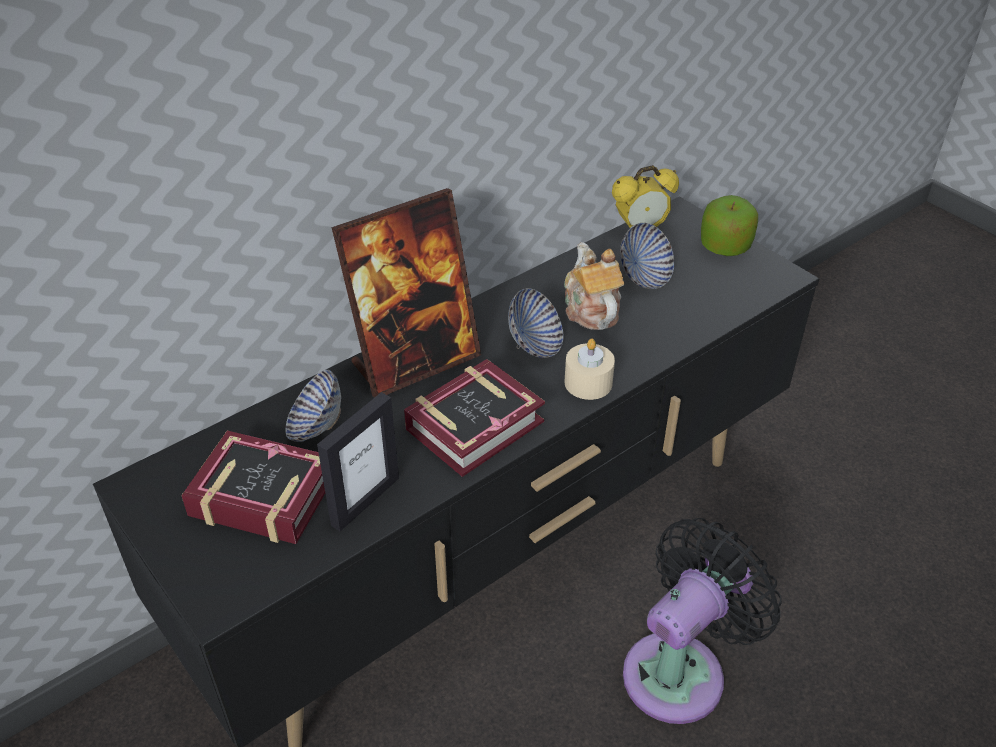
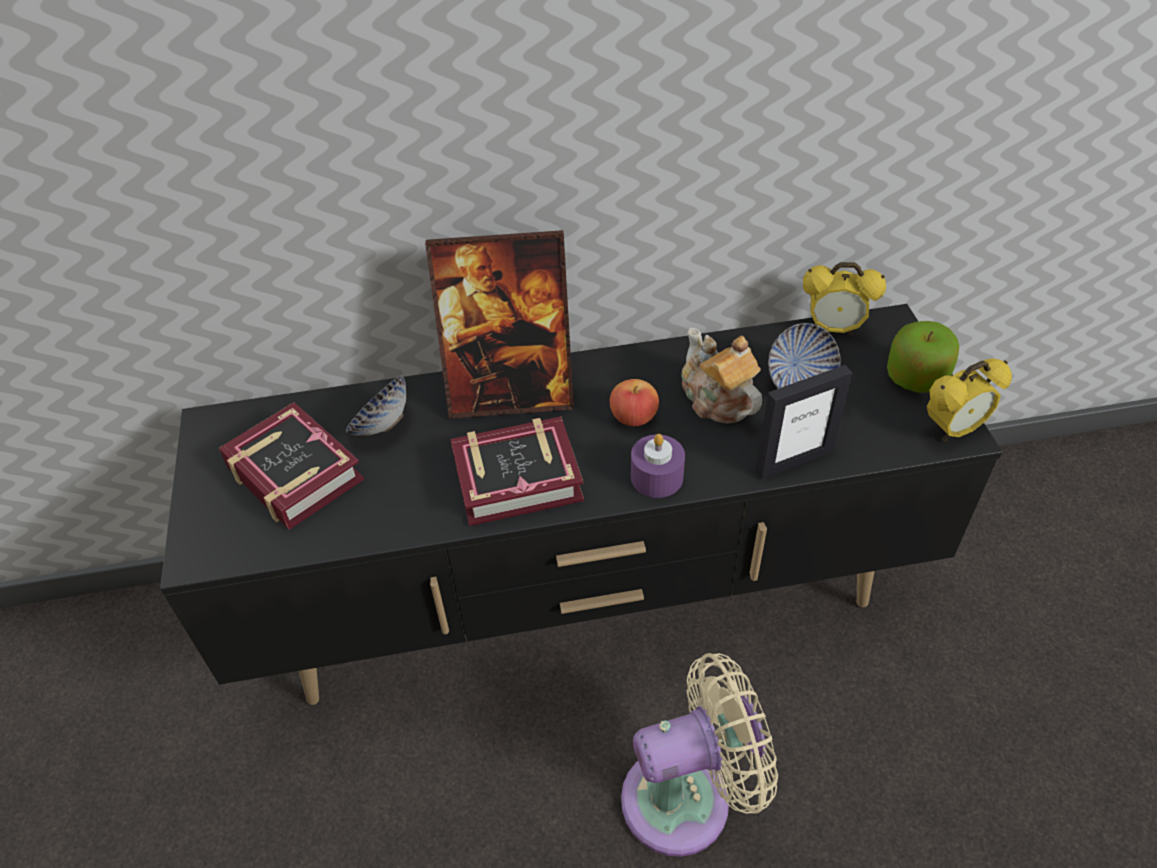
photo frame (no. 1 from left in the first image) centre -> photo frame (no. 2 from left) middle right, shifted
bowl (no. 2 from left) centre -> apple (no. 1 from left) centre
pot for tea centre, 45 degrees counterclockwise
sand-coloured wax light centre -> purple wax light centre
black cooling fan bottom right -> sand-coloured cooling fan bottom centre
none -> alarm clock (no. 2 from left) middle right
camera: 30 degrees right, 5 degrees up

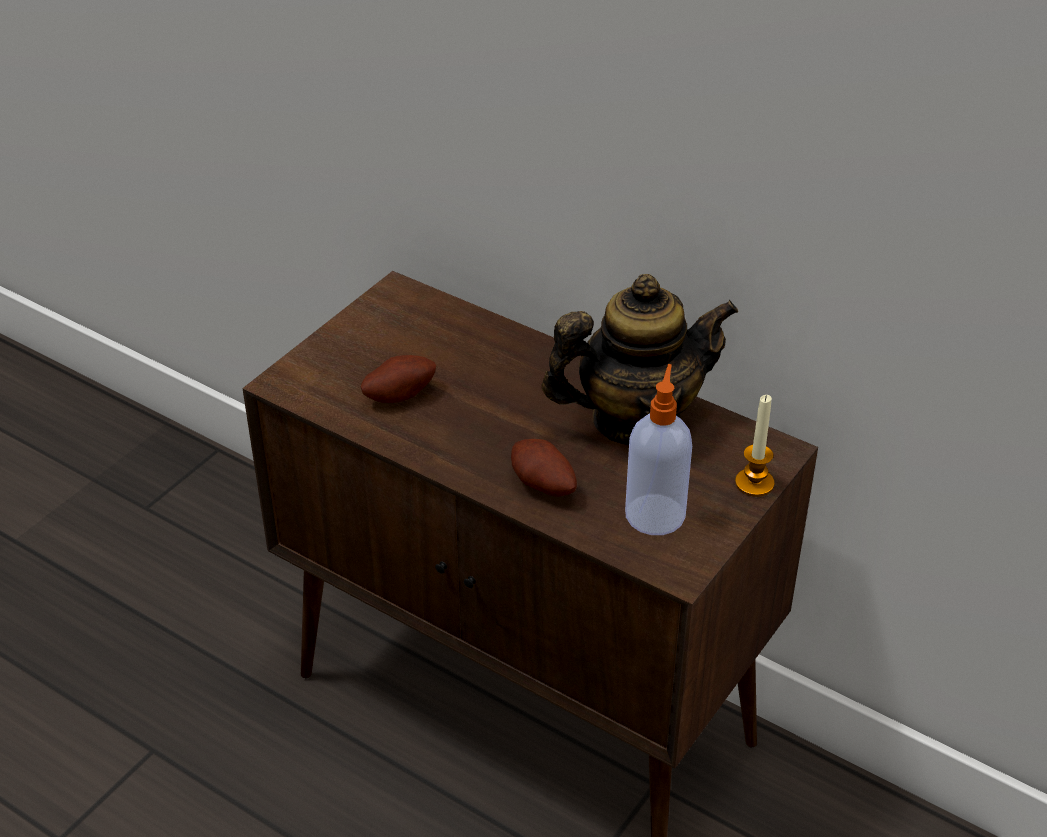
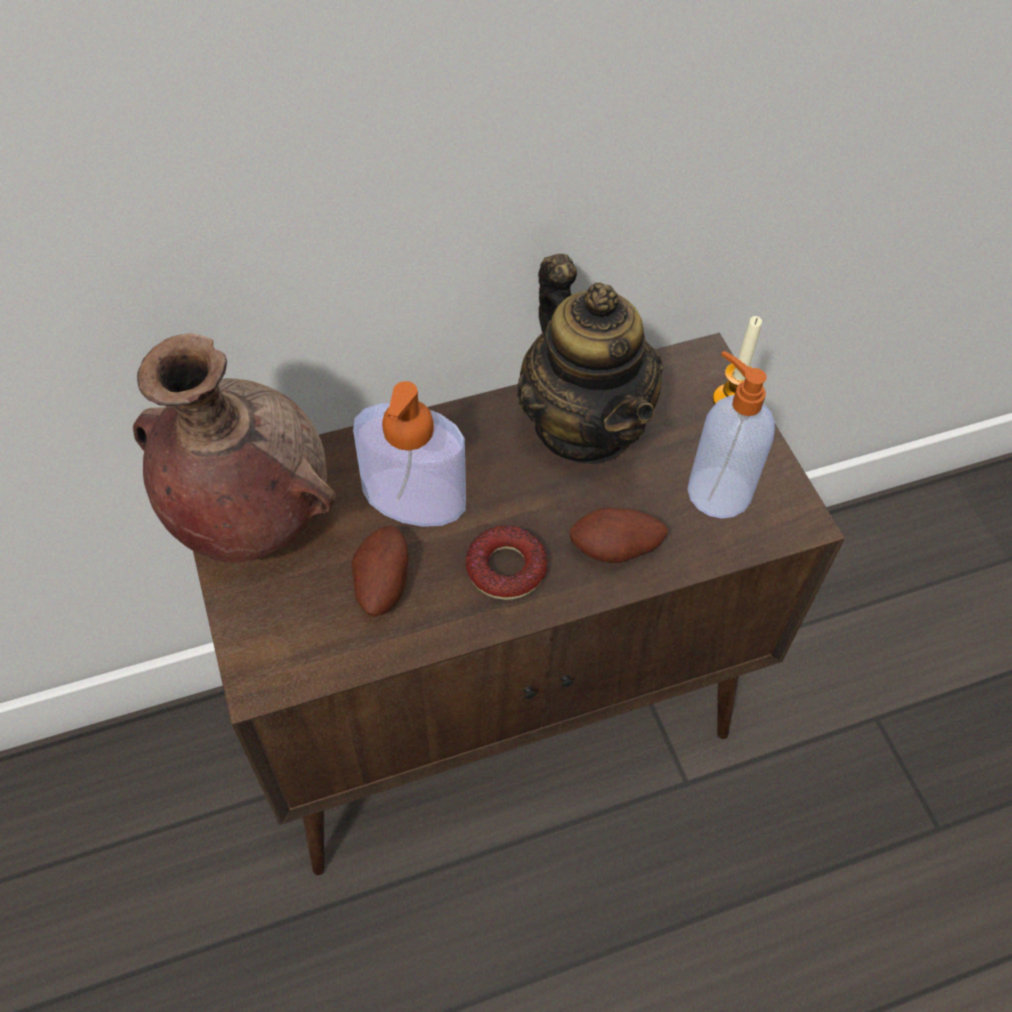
pot for tea centre, 135 degrees clockwise
none -> brown-coloured decorative vase middle left
none -> liquid soap bottle (no. 1 from left) centre
none -> ring doughnut centre
camera: 55 degrees left, 15 degrees up

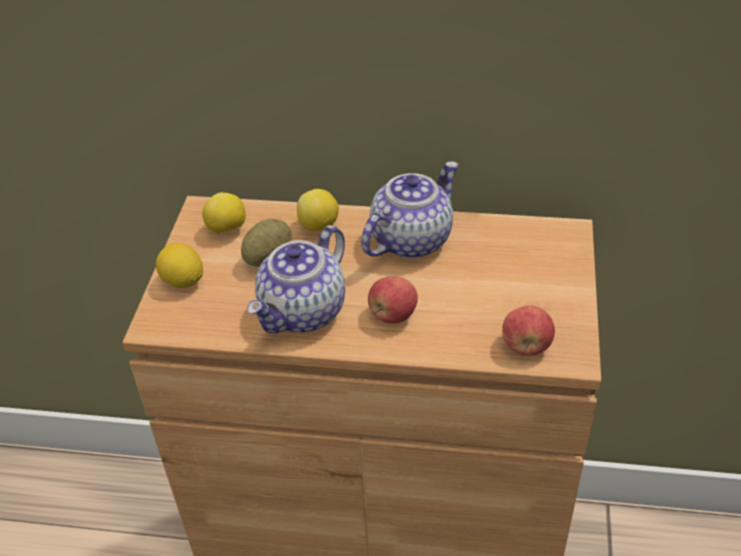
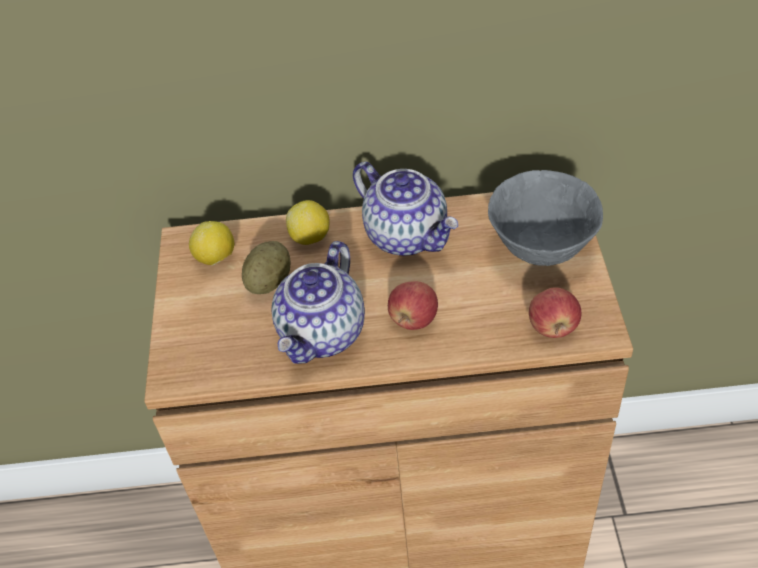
lemon (no. 1 from left) middle left -> none
pot for tea (no. 2 from left) centre, 105 degrees clockwise
none -> grey bowl middle right
camera: 10 degrees left, 5 degrees up

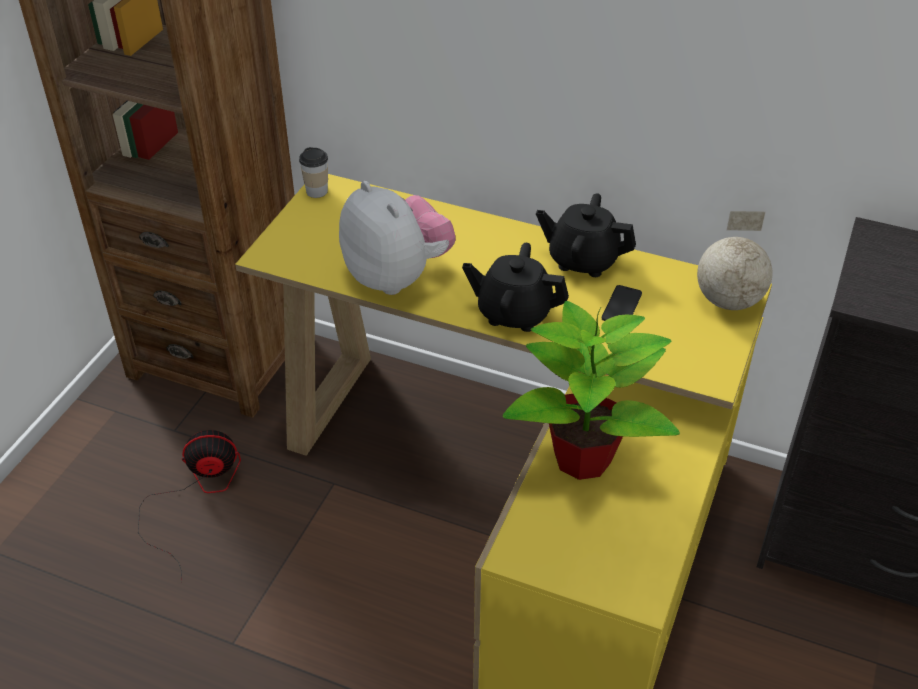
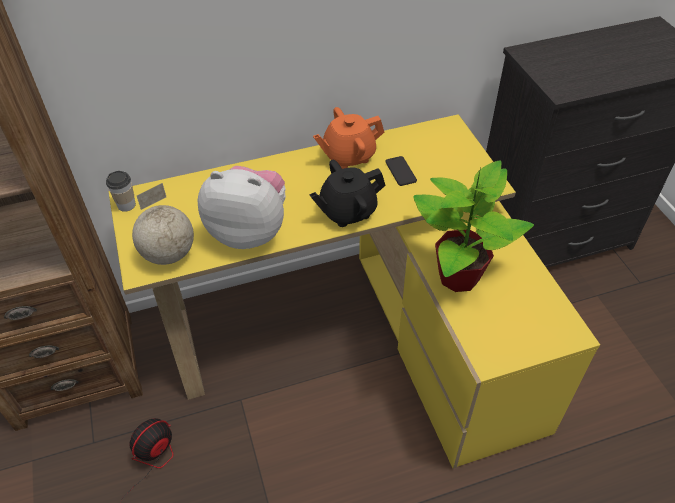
black pot for tea (no. 2 from left) centre -> orange-coloured pot for tea top centre
globe middle right -> globe middle left, shifted
camera: 40 degrees left, 5 degrees up

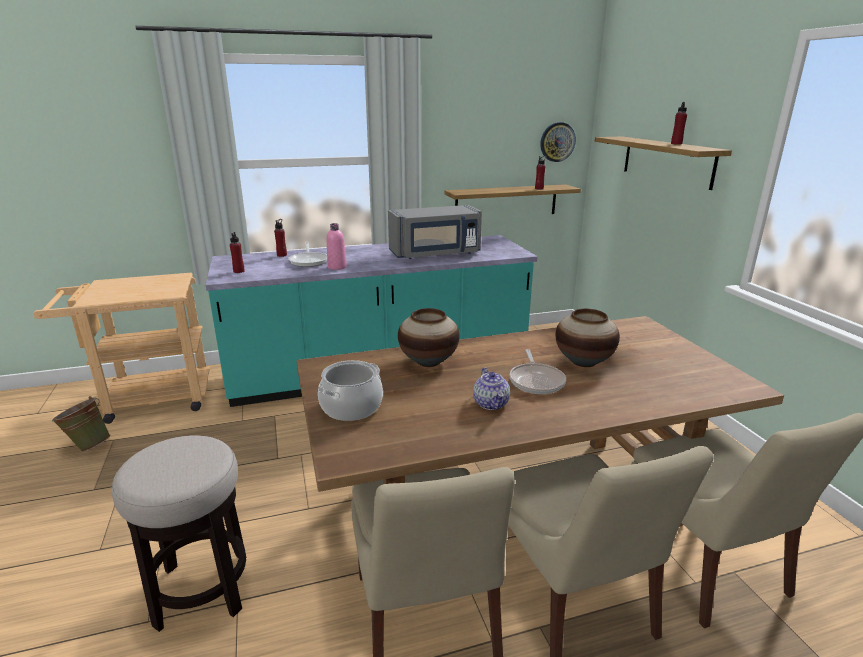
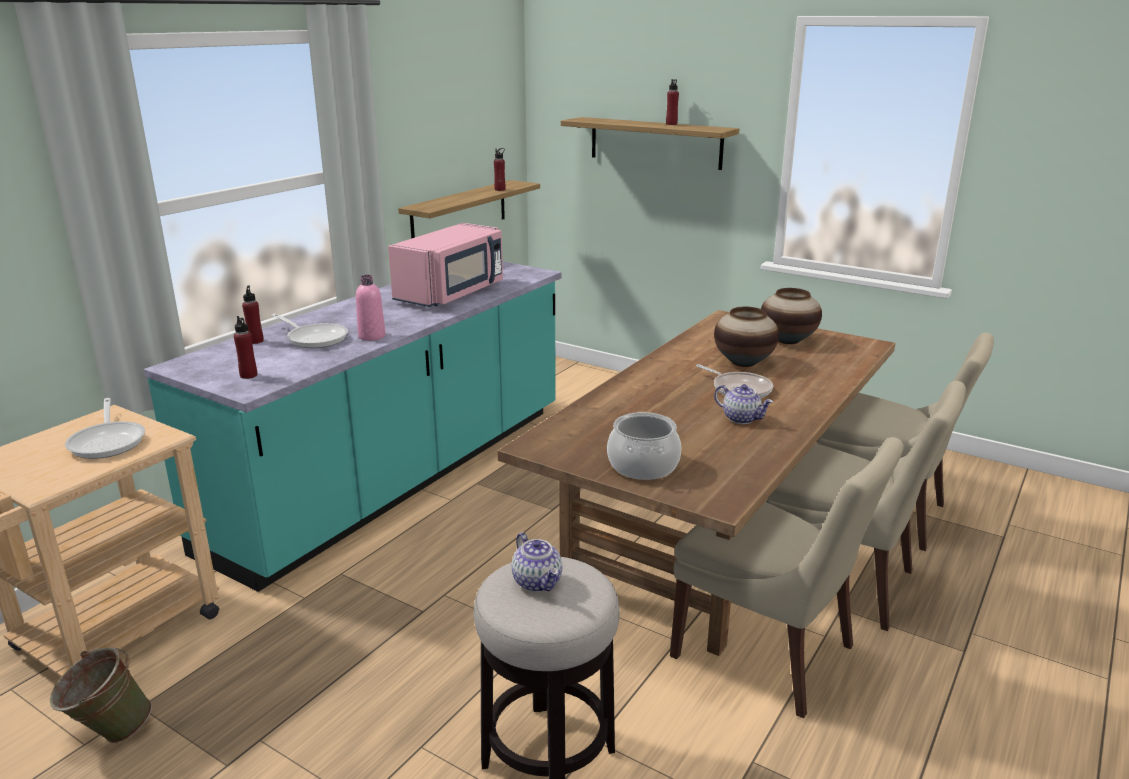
grey kitchen microwave centre -> pink-coloured kitchen microwave centre
decorative vase (no. 1 from left in the first image) centre -> decorative vase (no. 2 from left) middle right, shifted
hanging clock top centre -> none
none -> pan (no. 1 from left) middle left
none -> pot for tea (no. 1 from left) bottom centre
camera: 40 degrees left, 0 degrees up

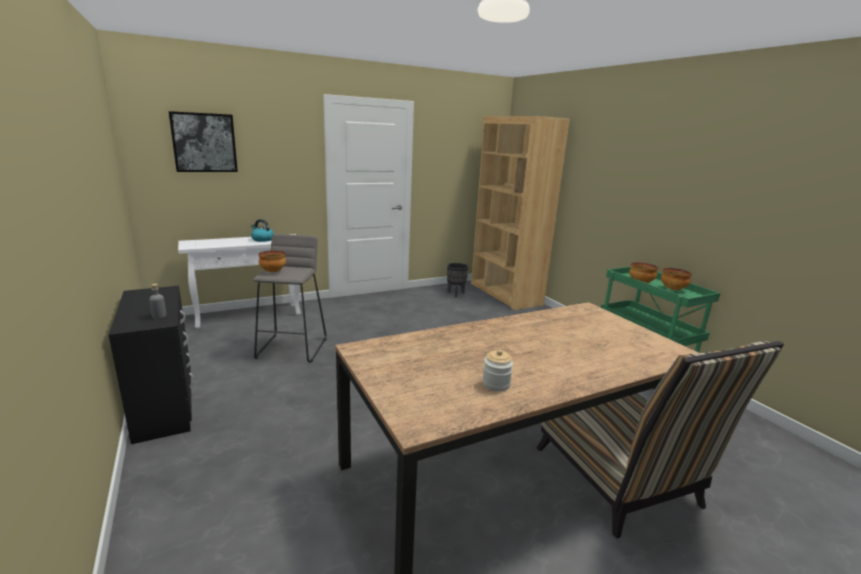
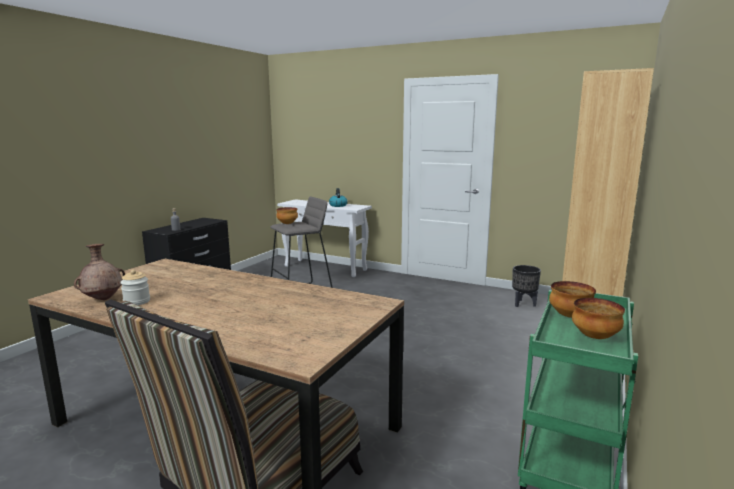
wall picture top left -> none
none -> brown-coloured decorative vase middle left
camera: 55 degrees right, 5 degrees down

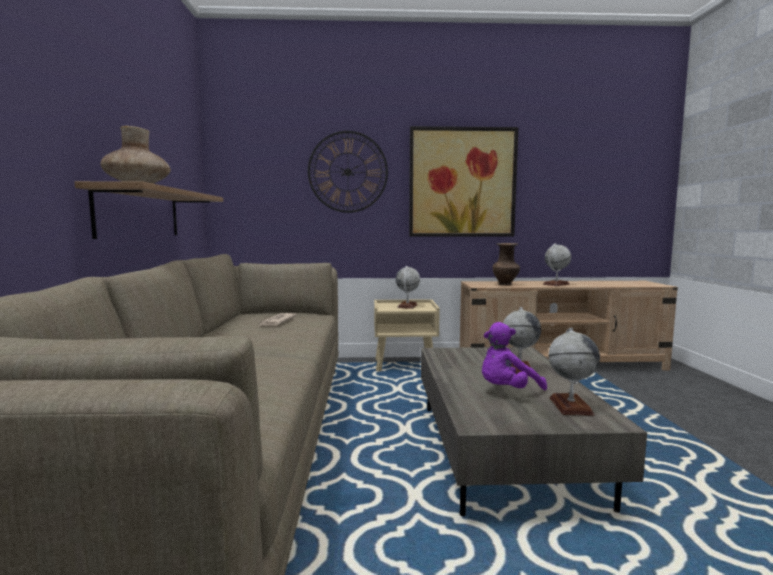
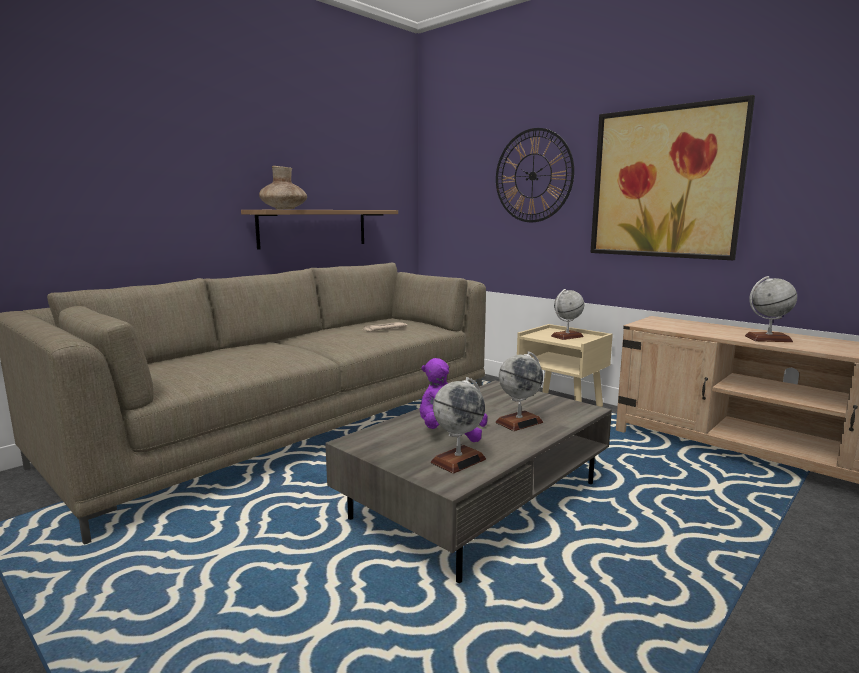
brown-coloured decorative vase (no. 2 from left) centre -> none
camera: 45 degrees right, 5 degrees up

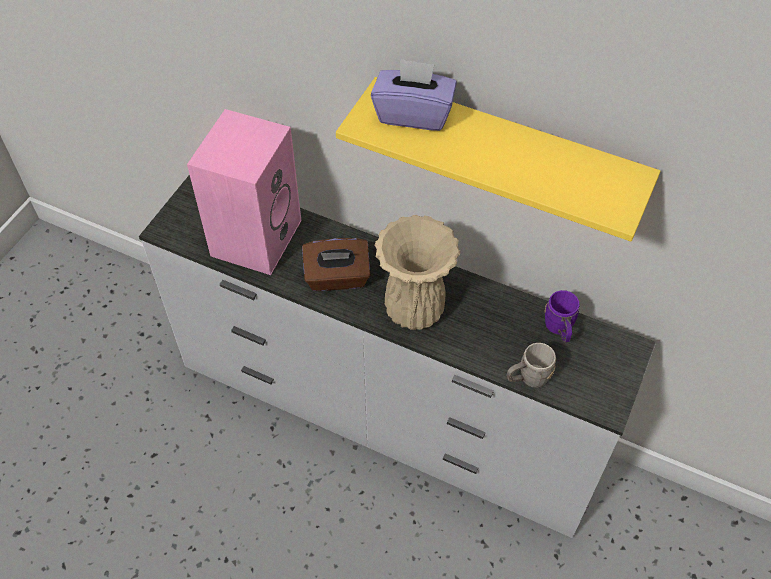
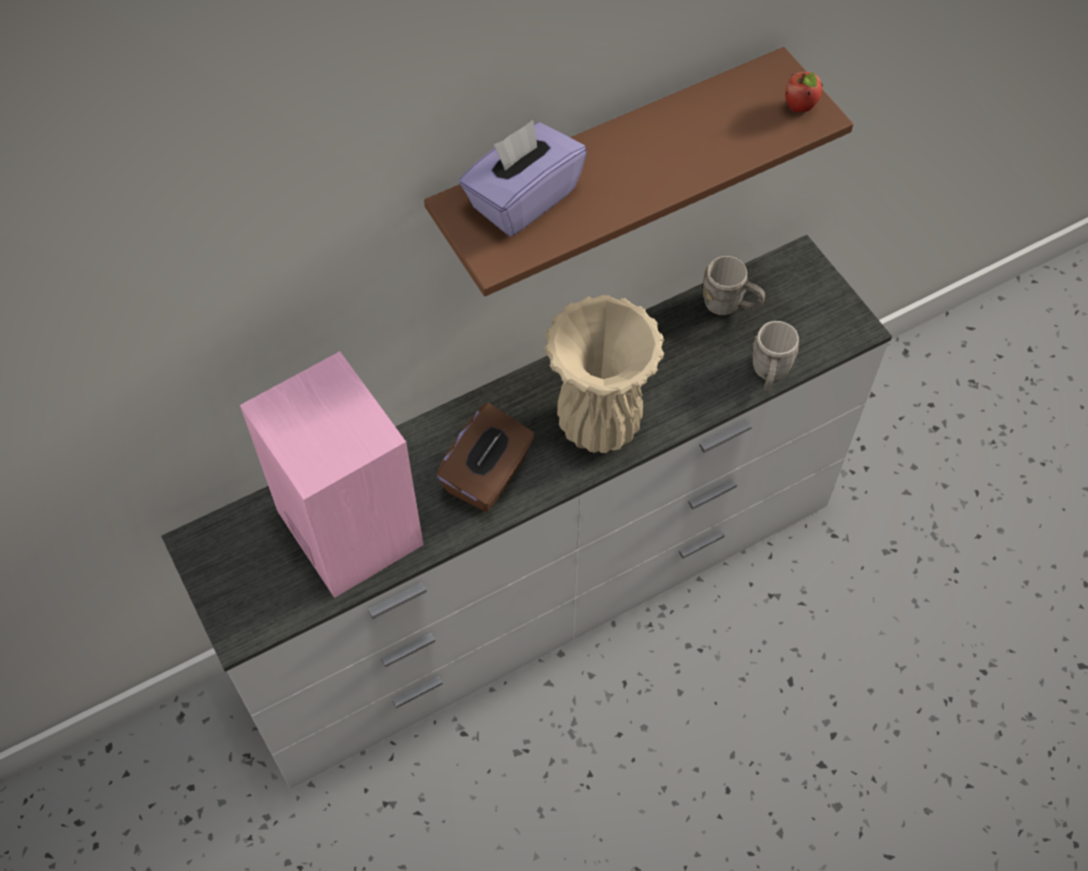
yellowish shelf top centre -> brown-coloured shelf top centre
purple tea mug middle right -> grey tea mug (no. 1 from left) top right
none -> apple top right
camera: 55 degrees left, 5 degrees up

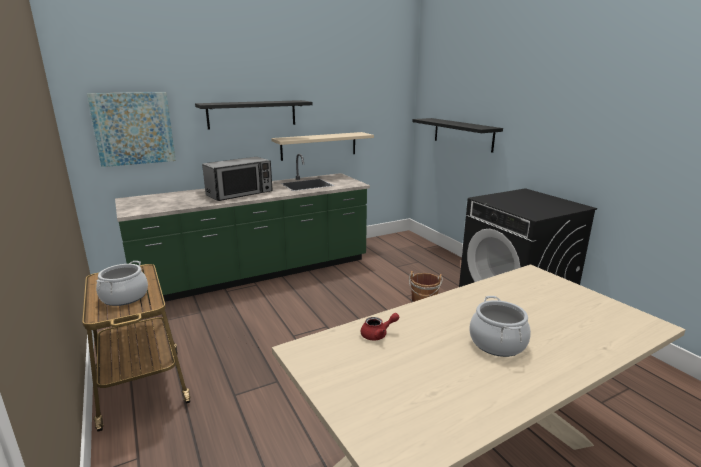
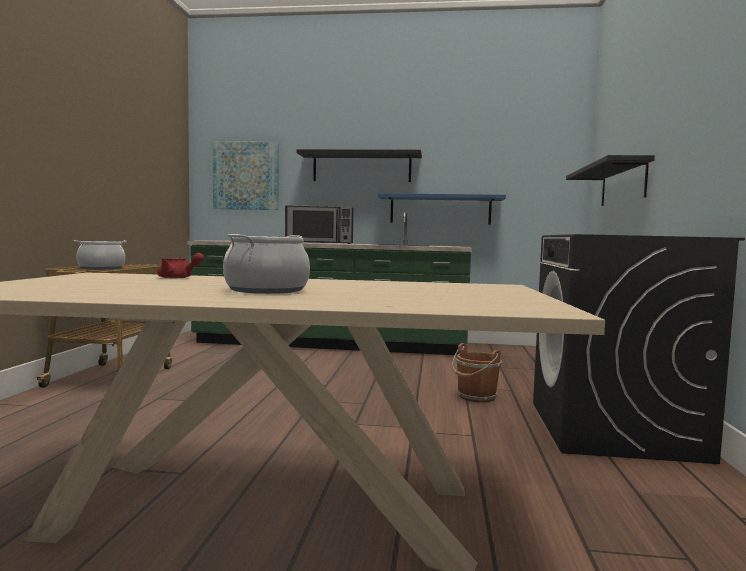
sand-coloured shelf top centre -> blue-coloured shelf centre
camera: 35 degrees right, 15 degrees down

